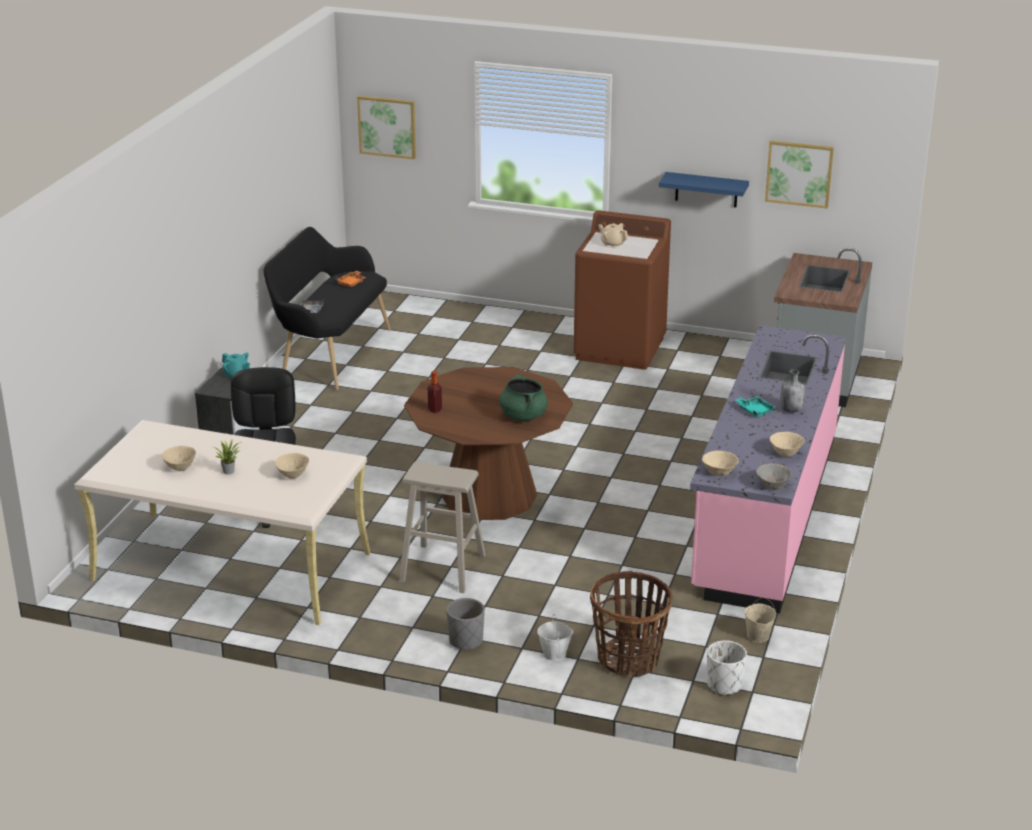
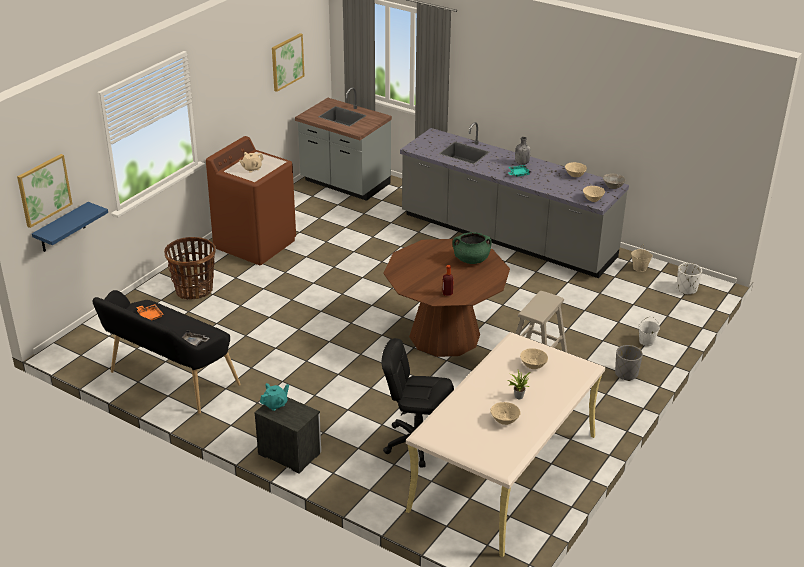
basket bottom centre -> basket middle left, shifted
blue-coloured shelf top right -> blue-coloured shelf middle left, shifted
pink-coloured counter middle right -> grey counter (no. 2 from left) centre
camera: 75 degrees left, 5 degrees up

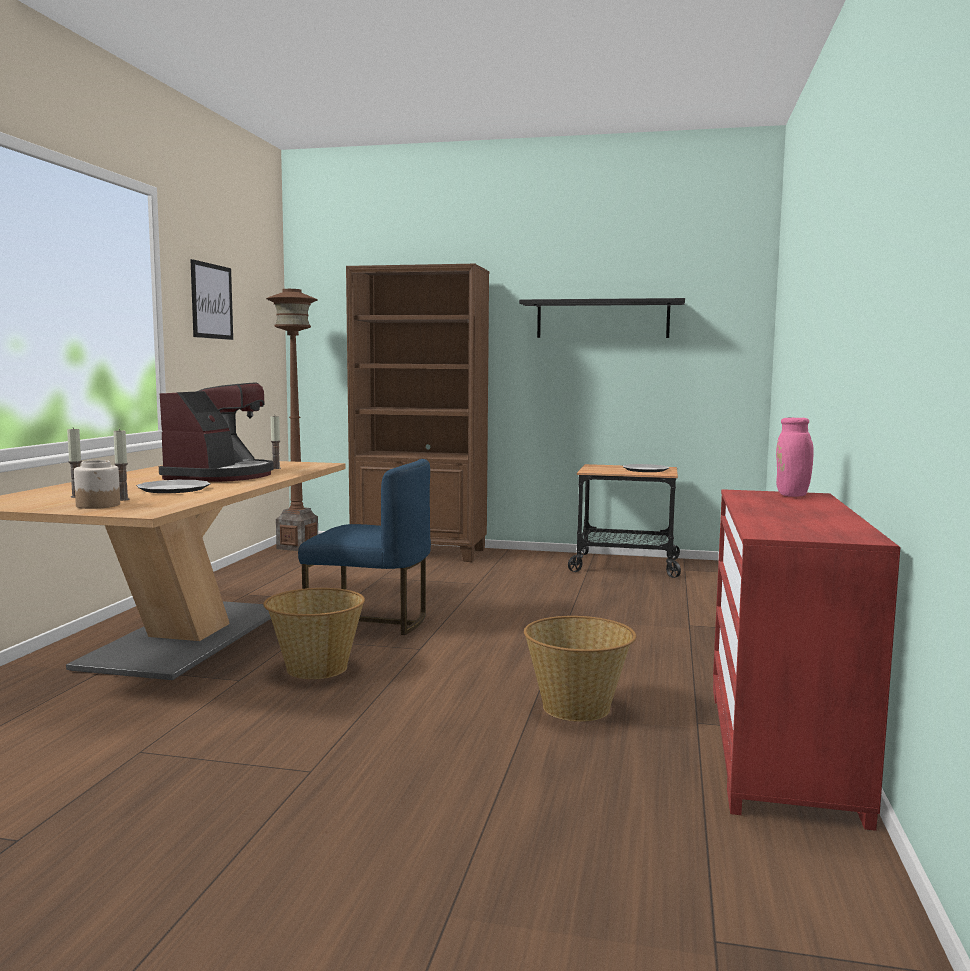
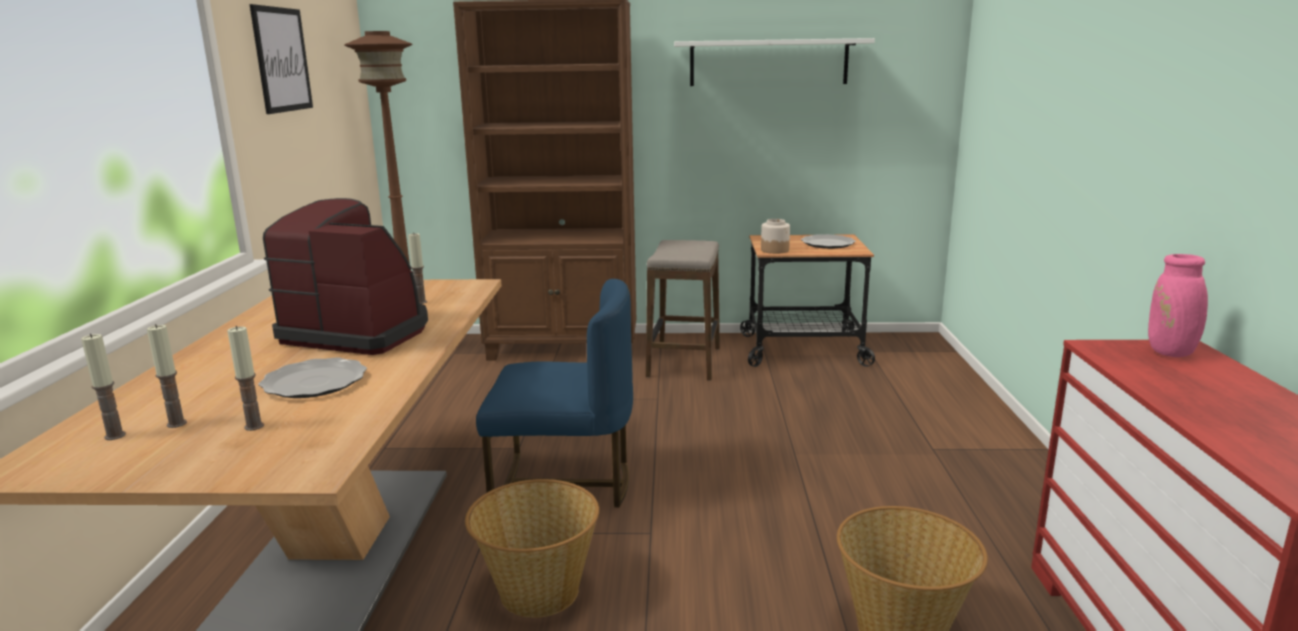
jar middle left -> jar centre, shifted
coffee machine middle left, 75 degrees counterclockwise
black shelf top centre -> white-coloured shelf top centre
none -> wax light (no. 1 from left) middle left
none -> sitting stool centre
camera: 10 degrees left, 10 degrees up

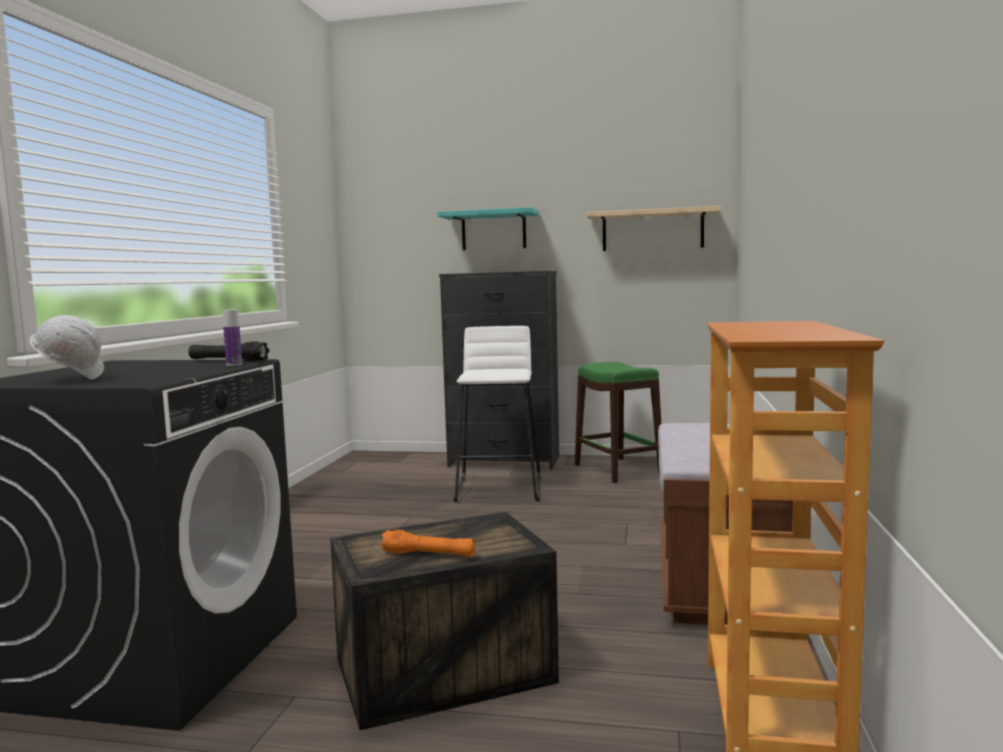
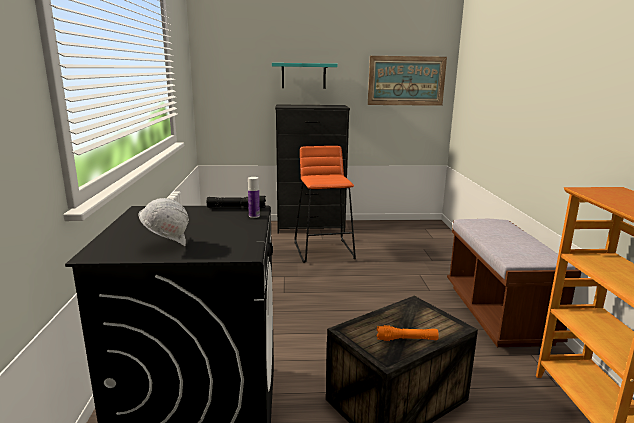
white-coloured sitting stool centre -> orange-coloured sitting stool centre
green-coloured sitting stool centre -> none
sand-coloured shelf top centre -> wall picture top centre
camera: 15 degrees left, 10 degrees up

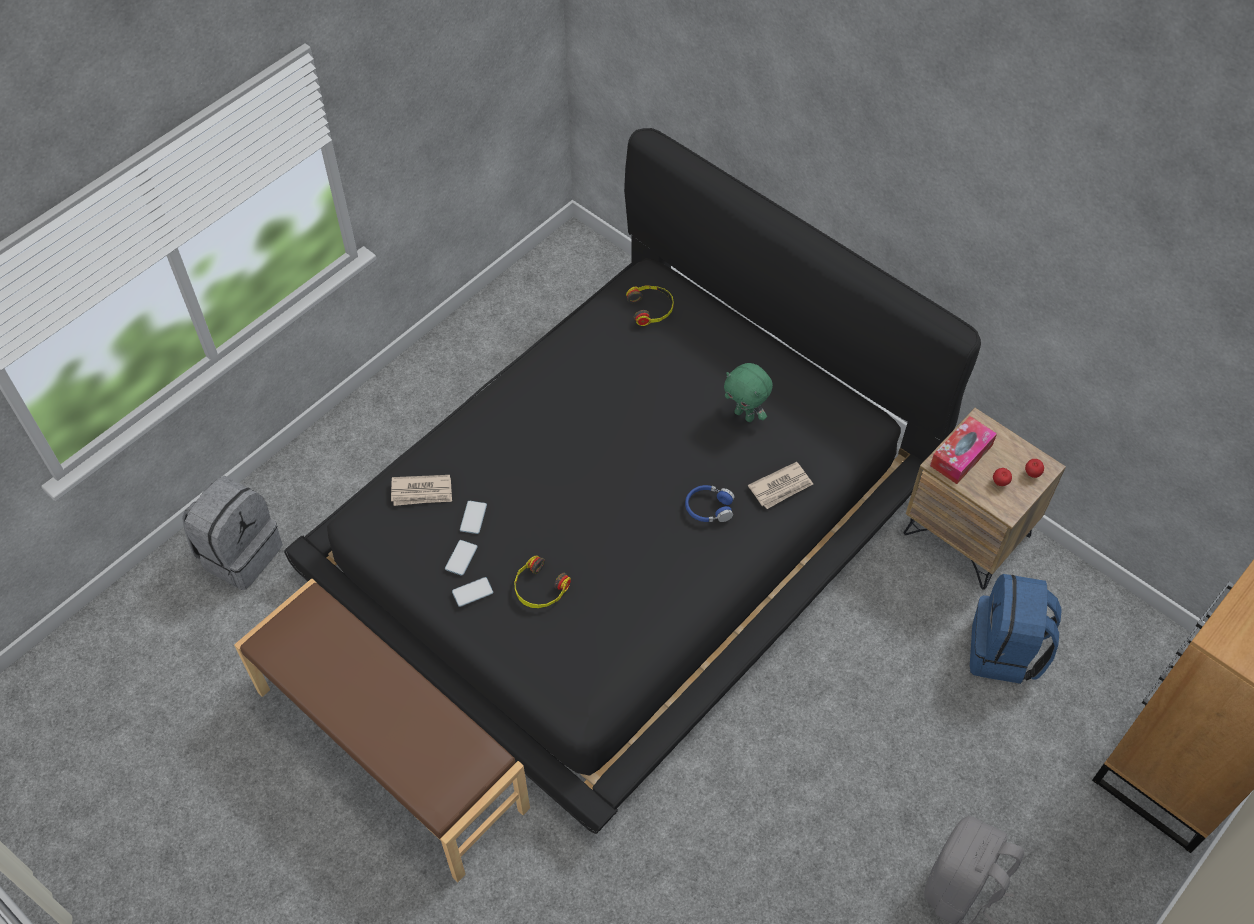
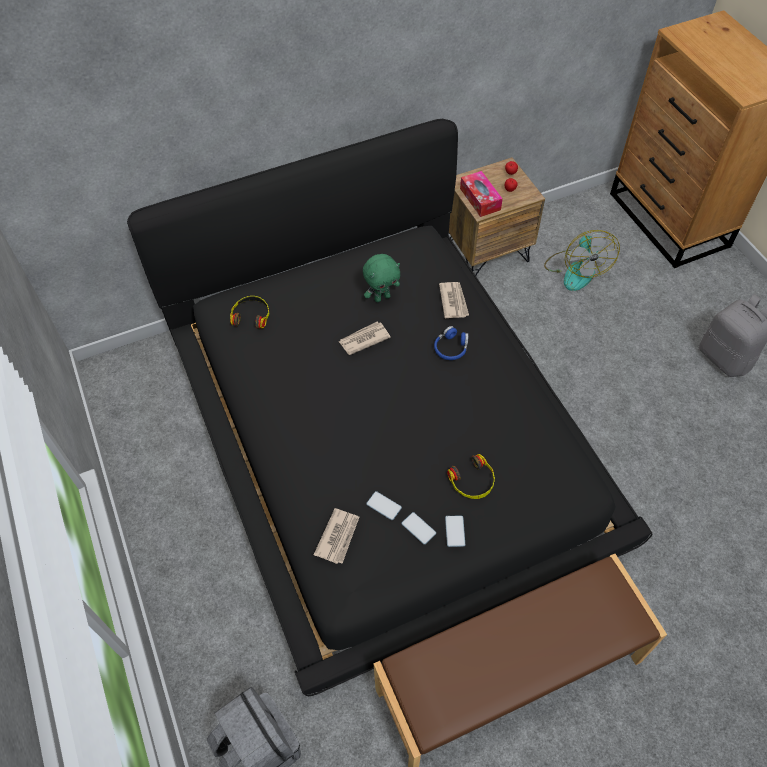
blue-coloured knapsack bottom right -> cooling fan middle right
none -> printed paper (no. 2 from left) centre
camera: 65 degrees left, 0 degrees up

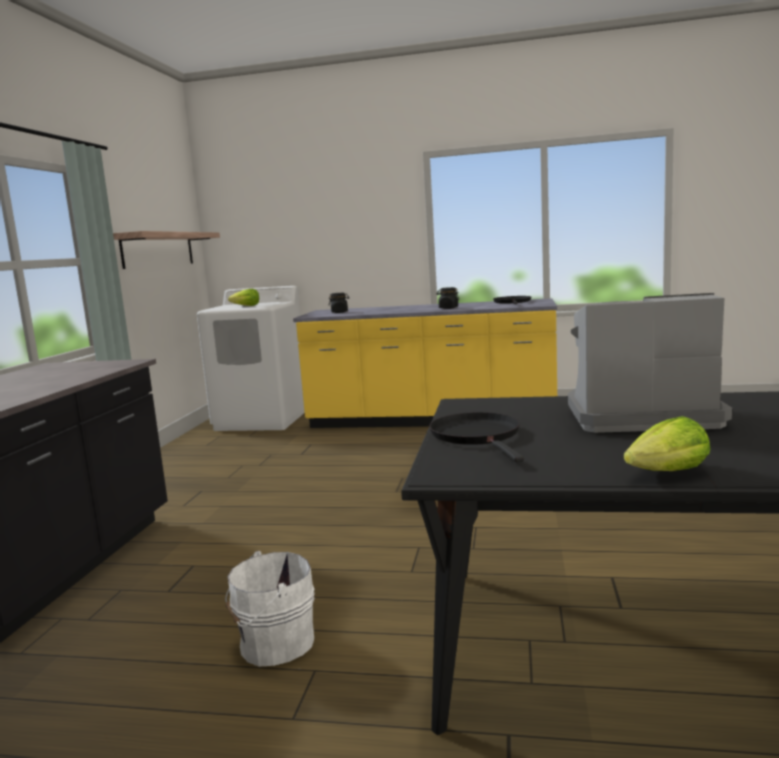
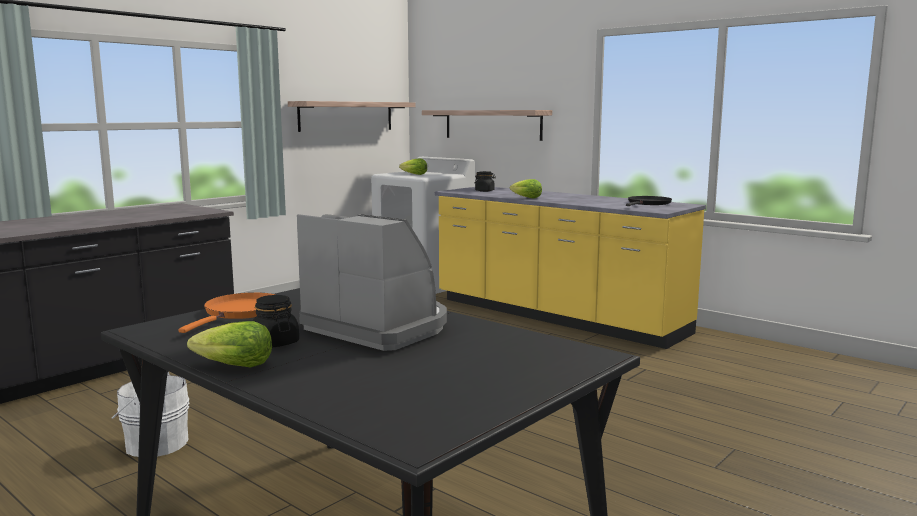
black pan (no. 1 from left) centre -> orange-coloured pan middle left
black jar (no. 2 from left in the first image) centre -> black jar (no. 1 from left) middle left, shifted
none -> shelf (no. 2 from left) top centre
none -> lettuce head (no. 3 from left) centre
camera: 30 degrees right, 0 degrees up

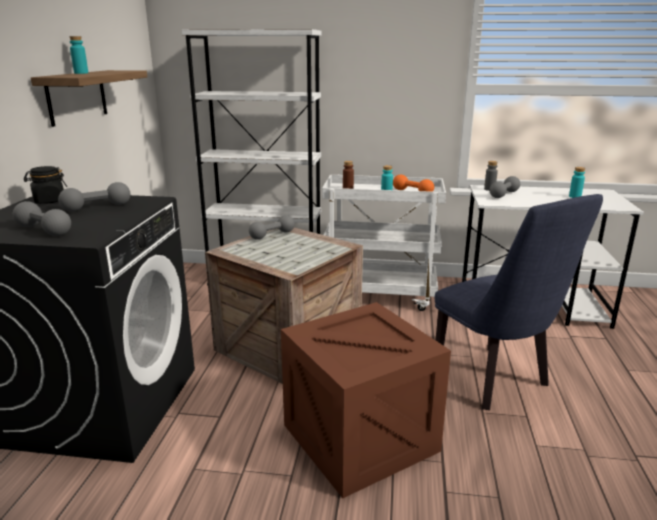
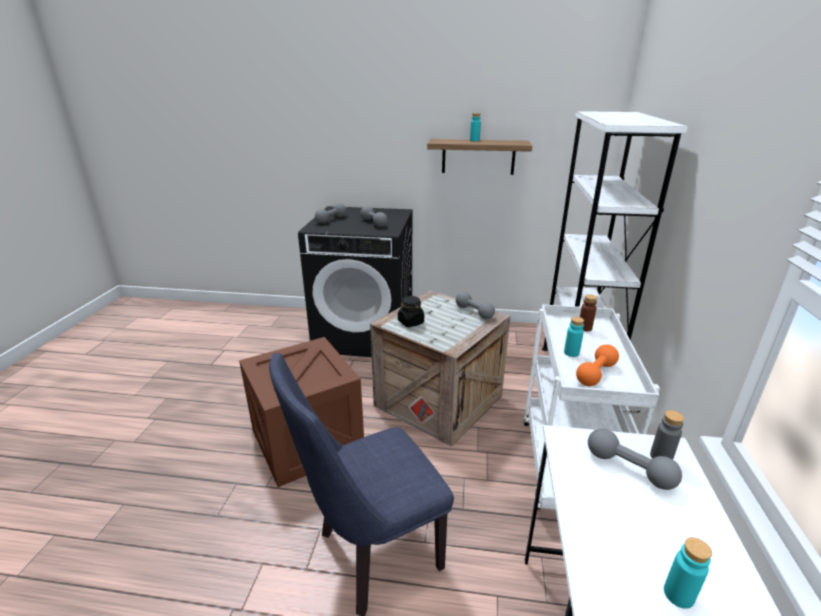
black jar middle left -> black jar centre, shifted
camera: 90 degrees right, 5 degrees up

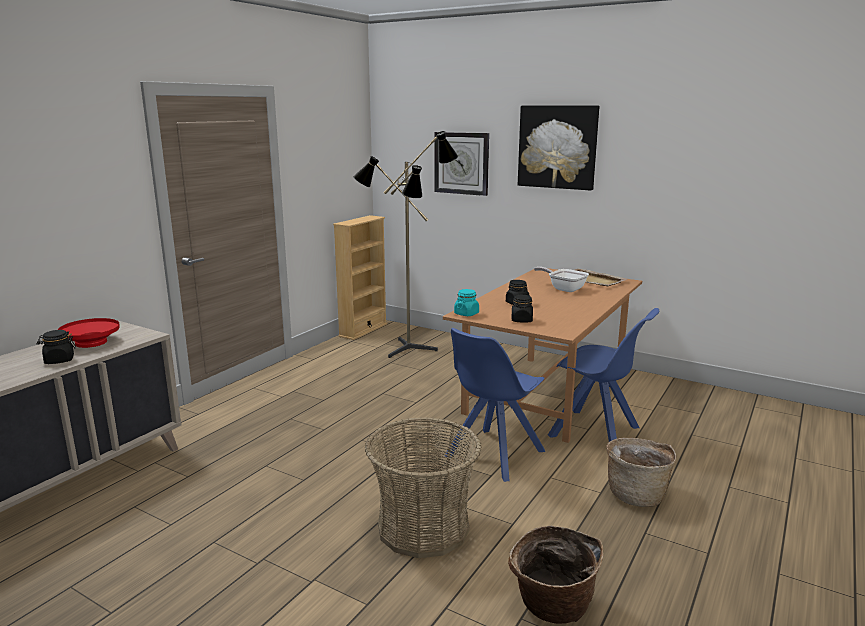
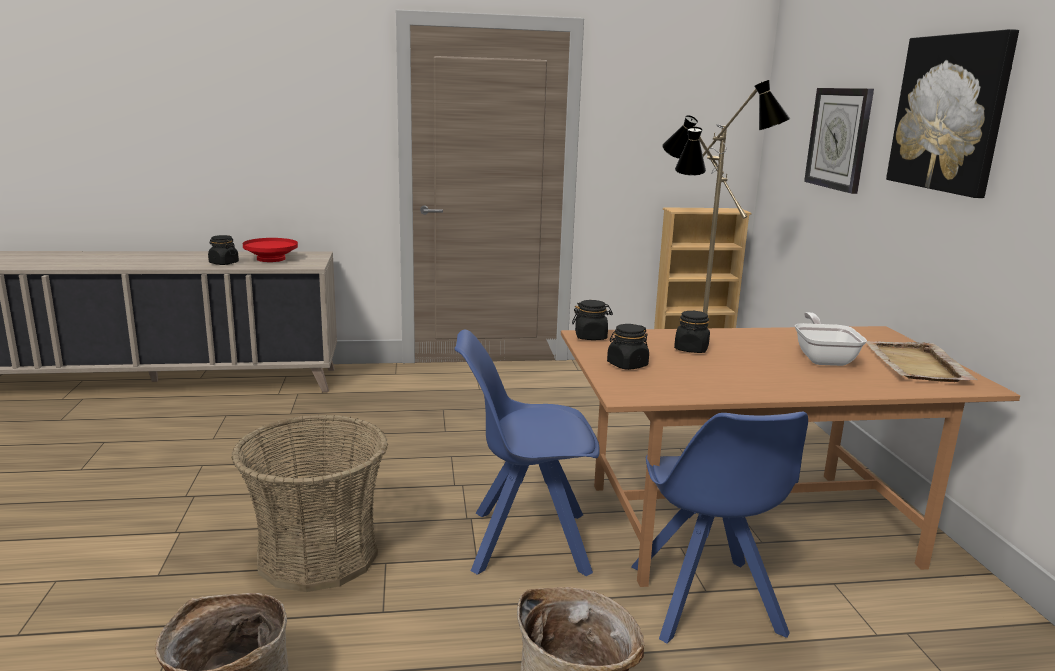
turquoise jar centre -> black jar (no. 2 from left) centre
camera: 50 degrees right, 0 degrees up

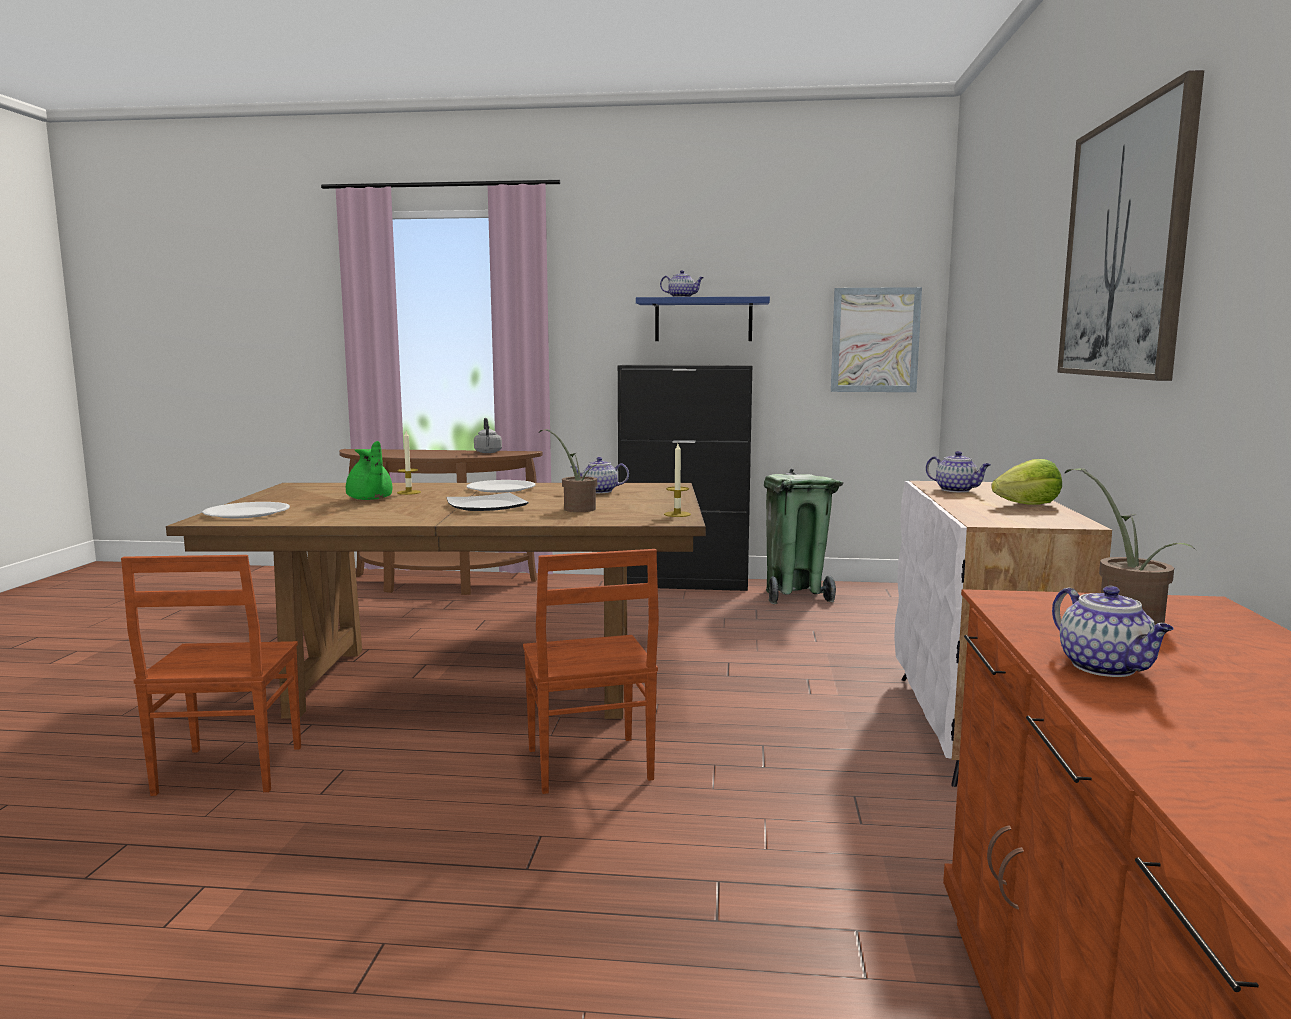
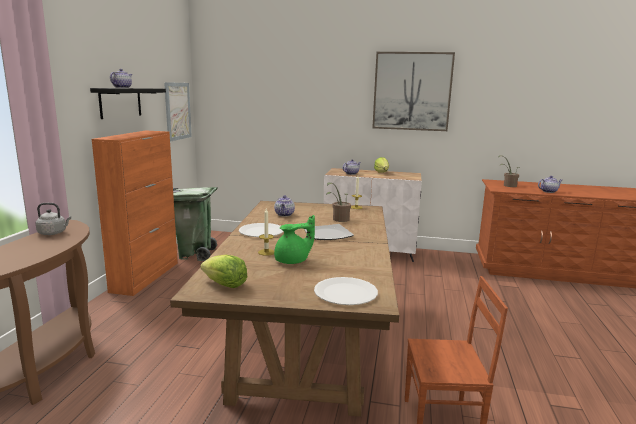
brown-coloured plain chair (no. 2 from left) centre -> none
black cupboard centre -> orange-coloured cupboard middle left
blue-coloured shelf top centre -> black shelf top left
none -> lettuce head (no. 1 from left) centre
camera: 85 degrees left, 5 degrees up

